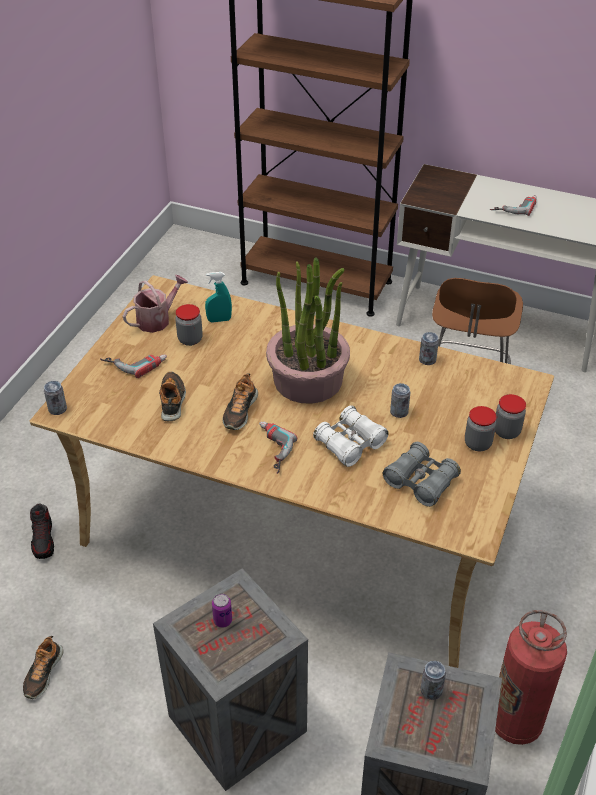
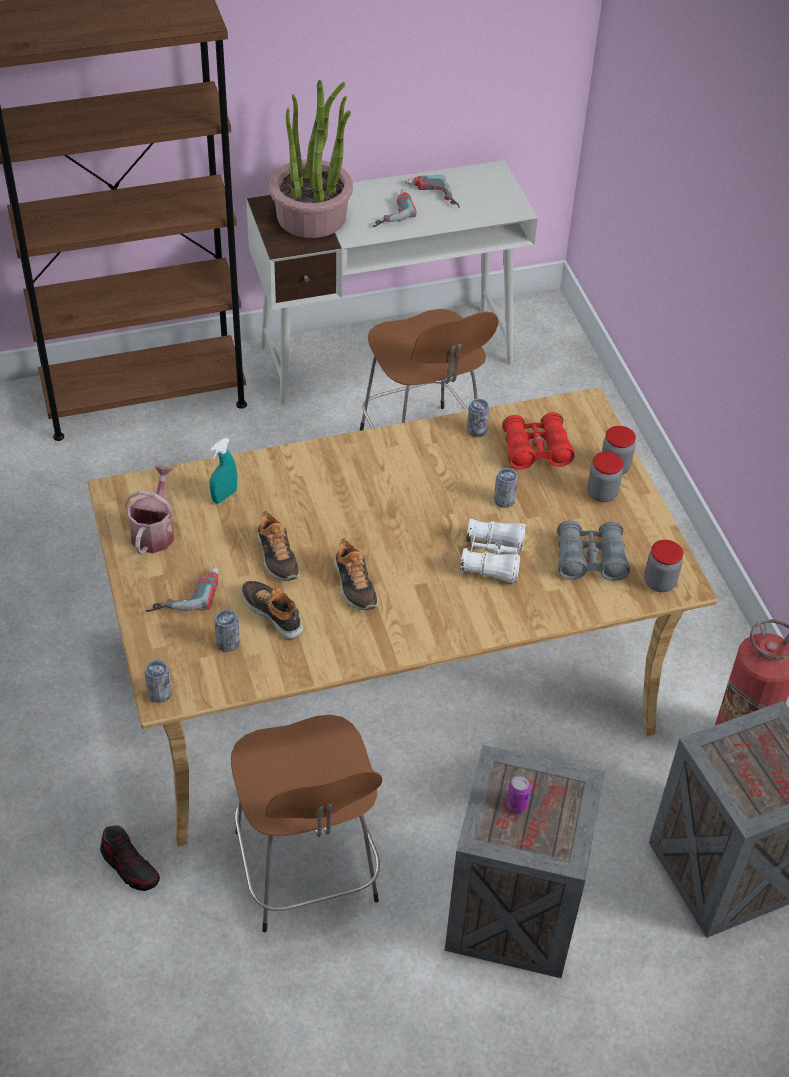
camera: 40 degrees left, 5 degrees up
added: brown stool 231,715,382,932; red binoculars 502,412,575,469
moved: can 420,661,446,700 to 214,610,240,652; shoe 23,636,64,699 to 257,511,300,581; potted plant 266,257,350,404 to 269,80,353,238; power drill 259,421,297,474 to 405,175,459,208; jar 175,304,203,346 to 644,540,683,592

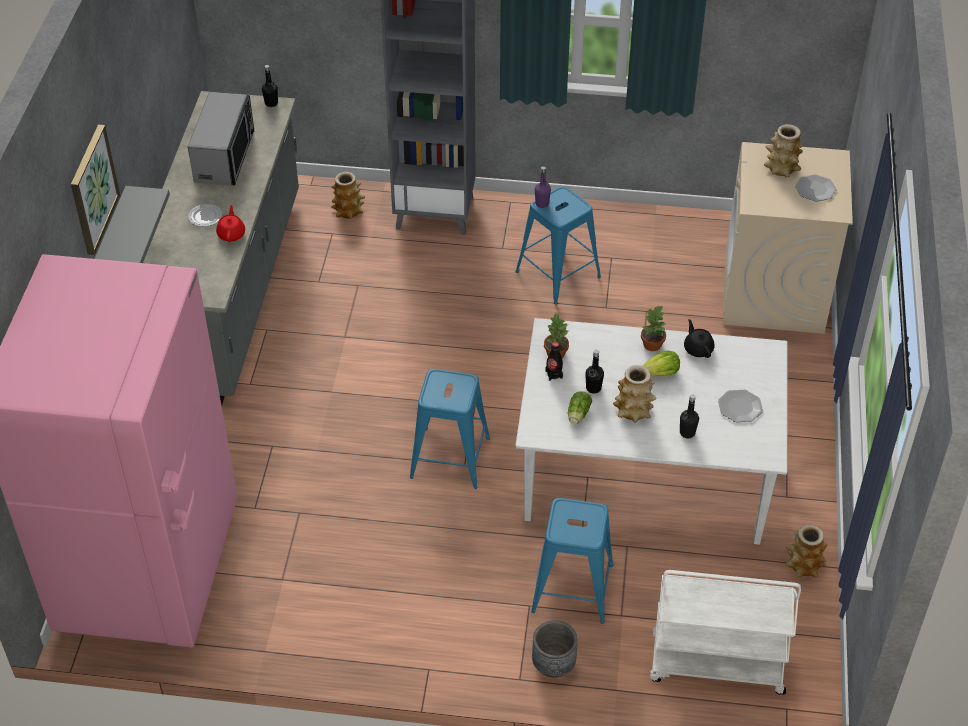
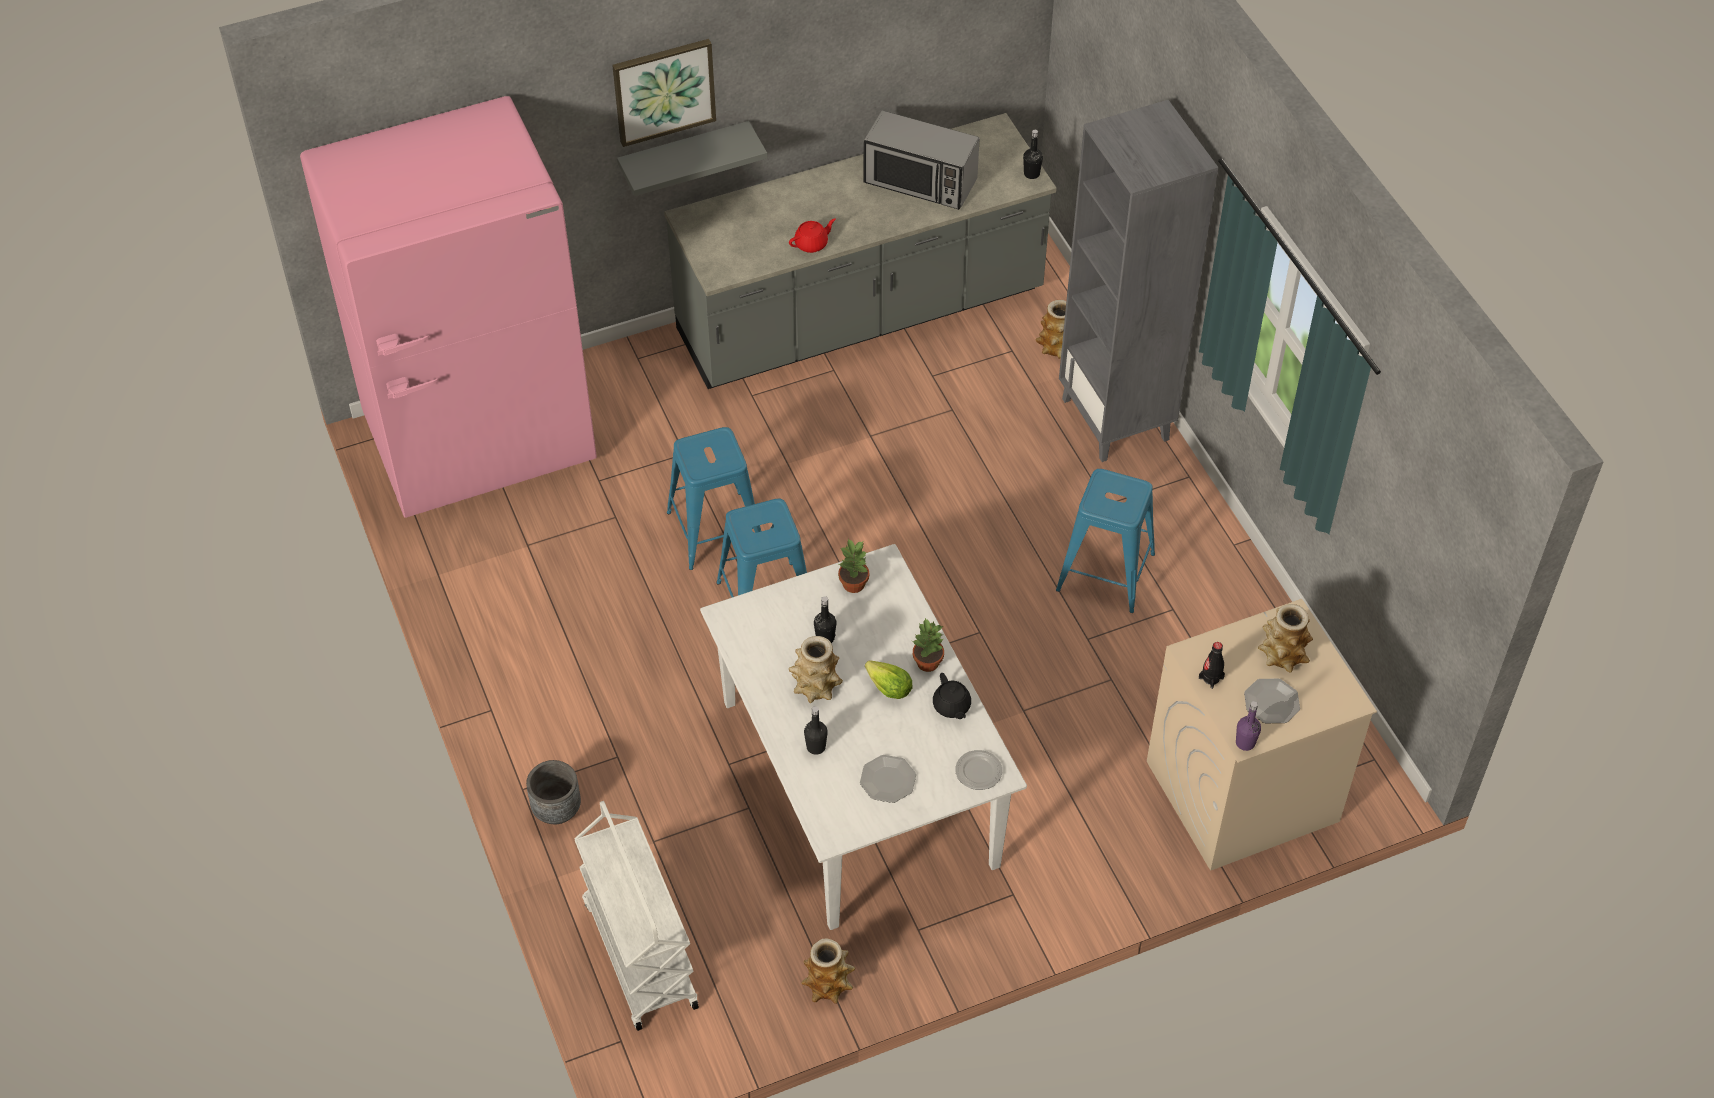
camera: 60 degrees right, 5 degrees up
removed: lettuce 568,391,592,424
moved: blue stool 531,498,613,624 to 667,427,761,570; plate 188,204,222,227 to 955,750,1002,790; black bottle 546,342,563,381 to 1199,642,1225,689; purple bottle 535,166,551,208 to 1236,701,1261,751
turned: microwave 188,92,254,186 = 864,111,980,210 45 degrees clockwise; black teapot 684,319,715,358 = 933,673,971,719 120 degrees clockwise

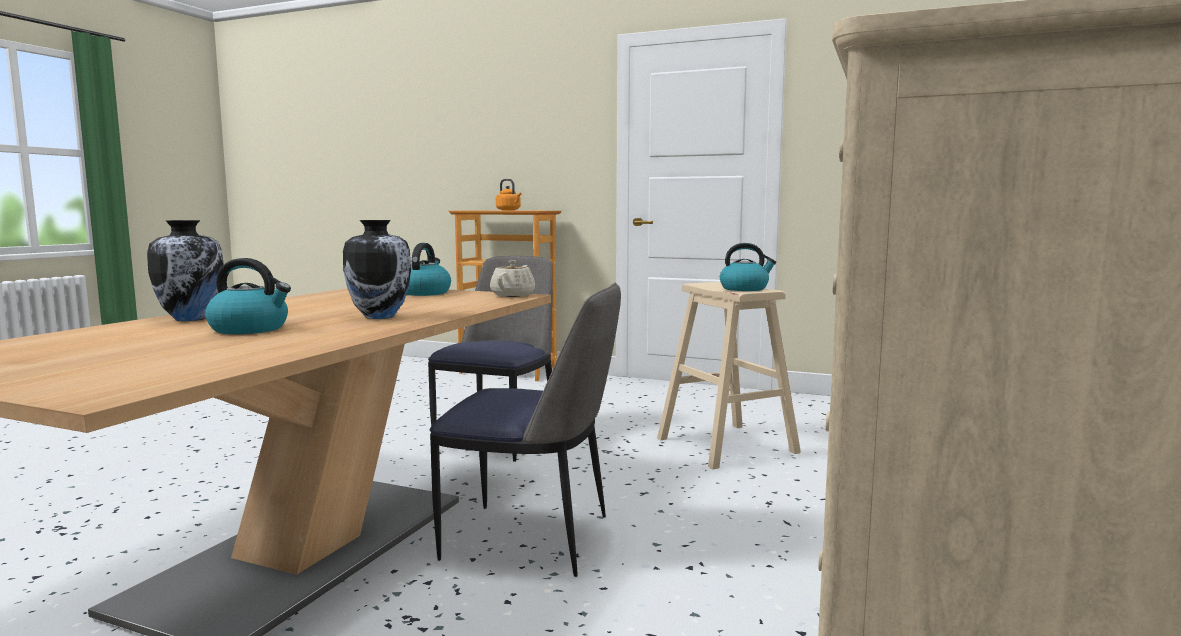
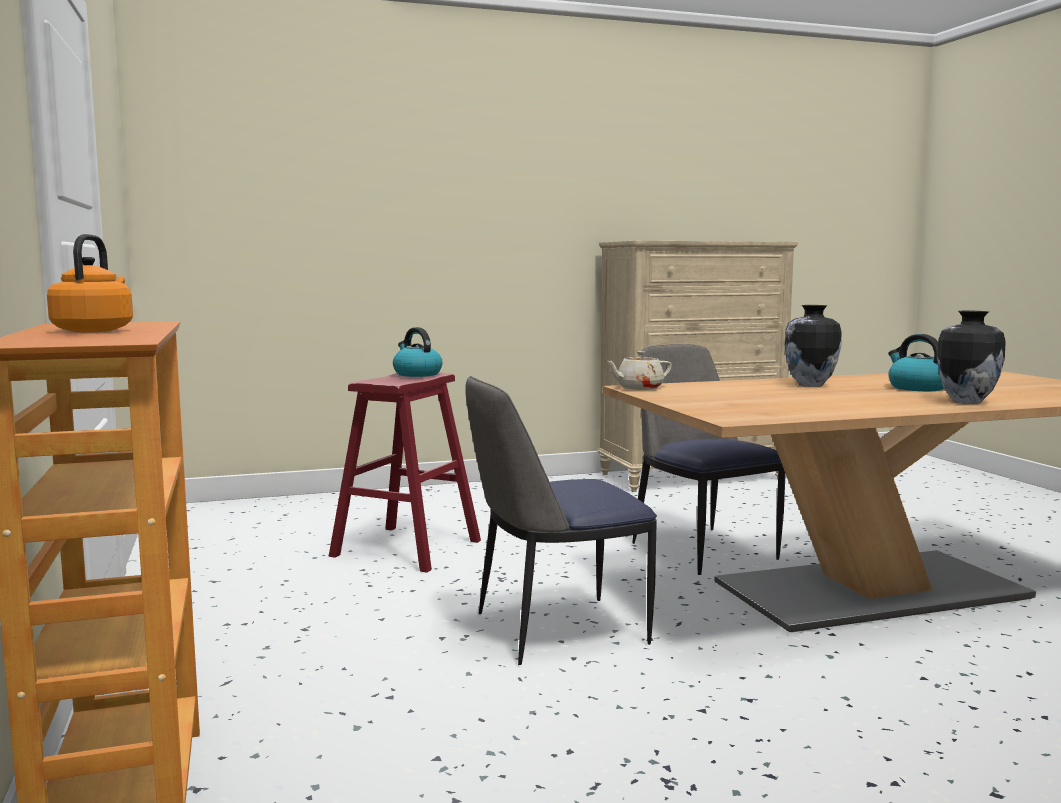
camera: 130 degrees left, 0 degrees up
removed: kettle 406,243,451,296
recoloured: beige stool 657,282,801,469 to red stool 329,372,481,573

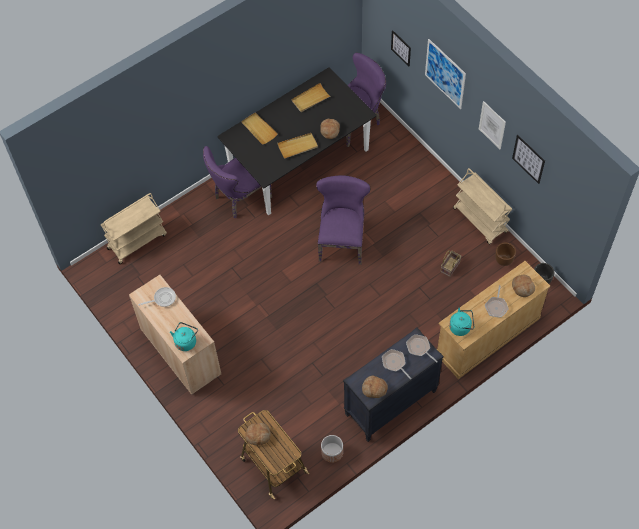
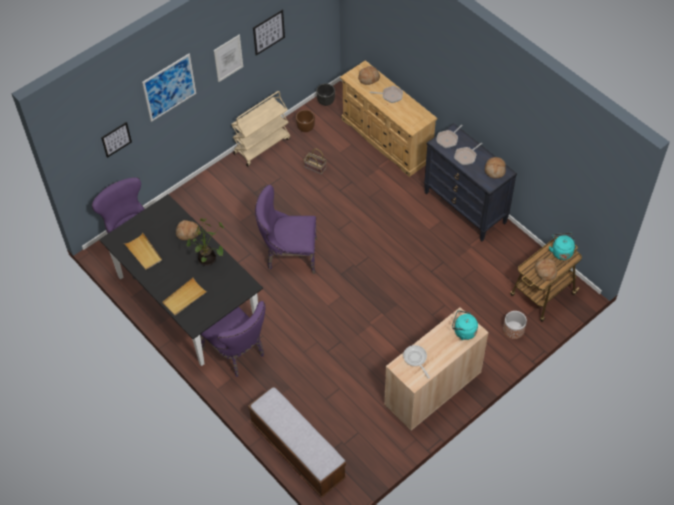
camera: 95 degrees left, 5 degrees down
moved: planter 321,435,343,463 to 503,311,527,339; turquoise kettle 449,308,474,336 to 549,233,575,260
replaced: beige tray 277,133,318,158 to potted plant 187,218,224,266; beige cart 101,193,167,264 to bench 248,387,346,498

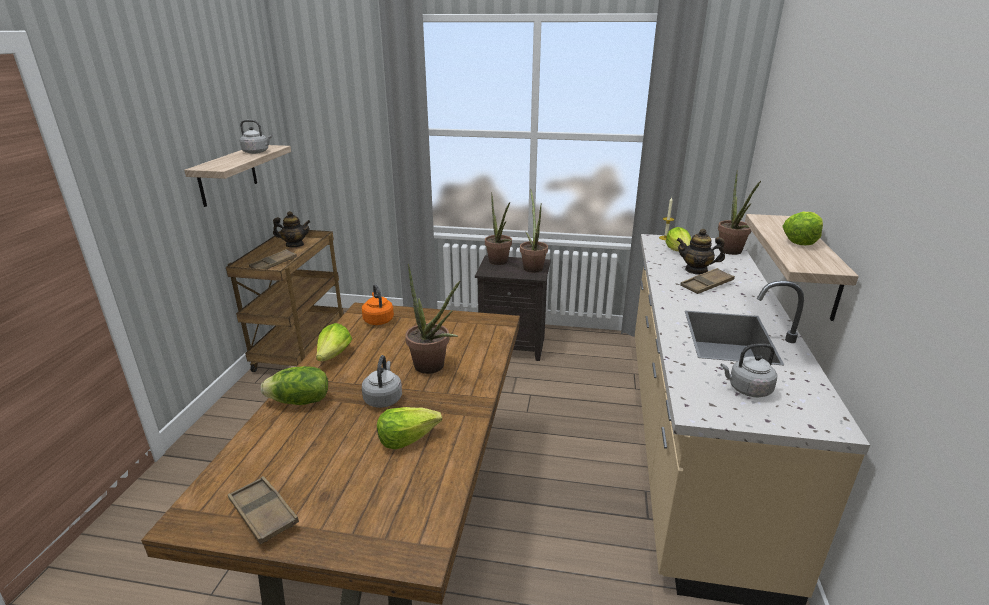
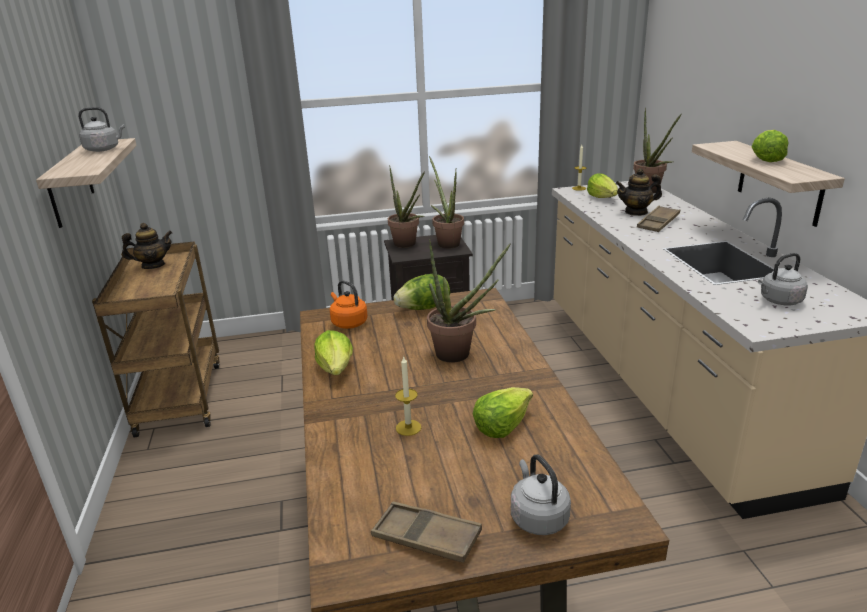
camera: 20 degrees left, 0 degrees up
removed: brown tray 249,249,297,269
added: candle 395,357,421,436
moved: lettuce 261,366,328,405 to 393,274,450,310; grey kettle 362,355,402,408 to 511,454,571,535

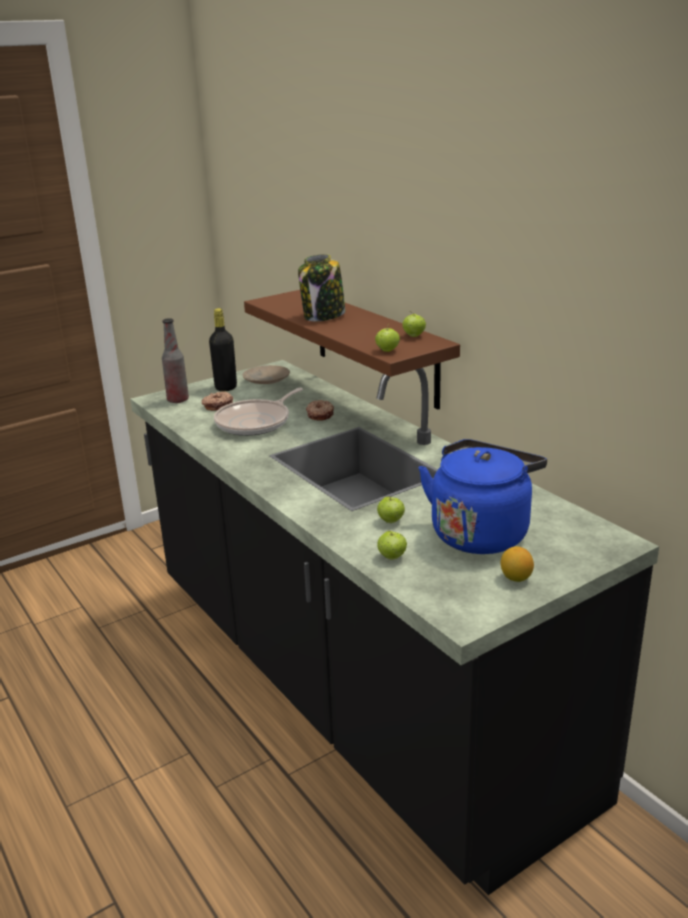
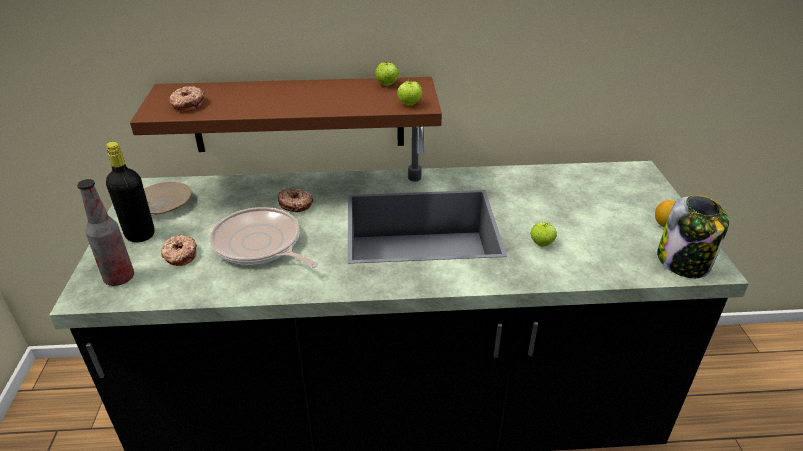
camera: 60 degrees left, 10 degrees up
removed: apple 377,531,407,560; blue kettle 418,439,547,554
added: donut 169,86,205,112
moved: jar 298,254,345,321 to 657,195,729,278
turned: frying pan 214,388,303,436 = 210,207,318,268 150 degrees clockwise

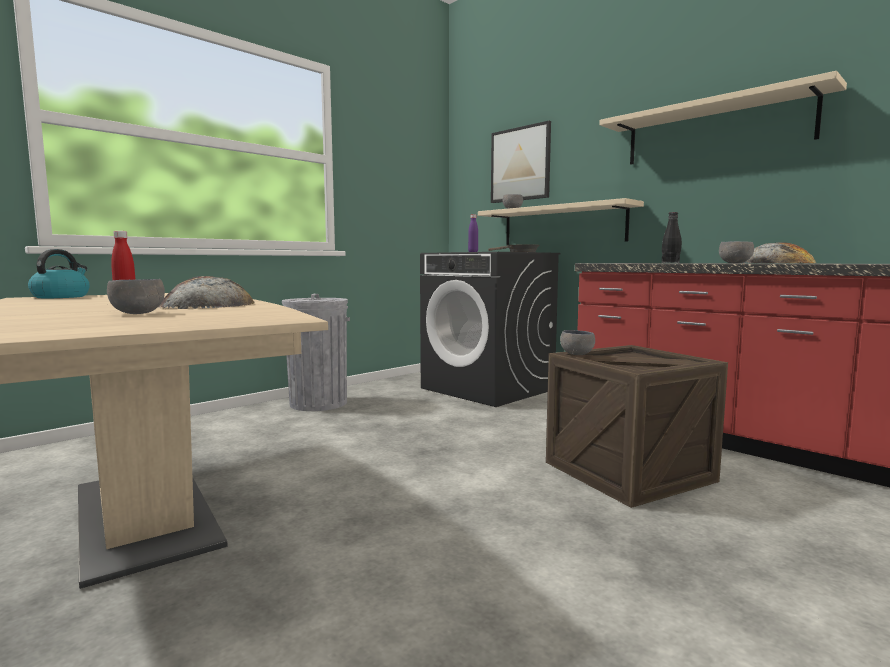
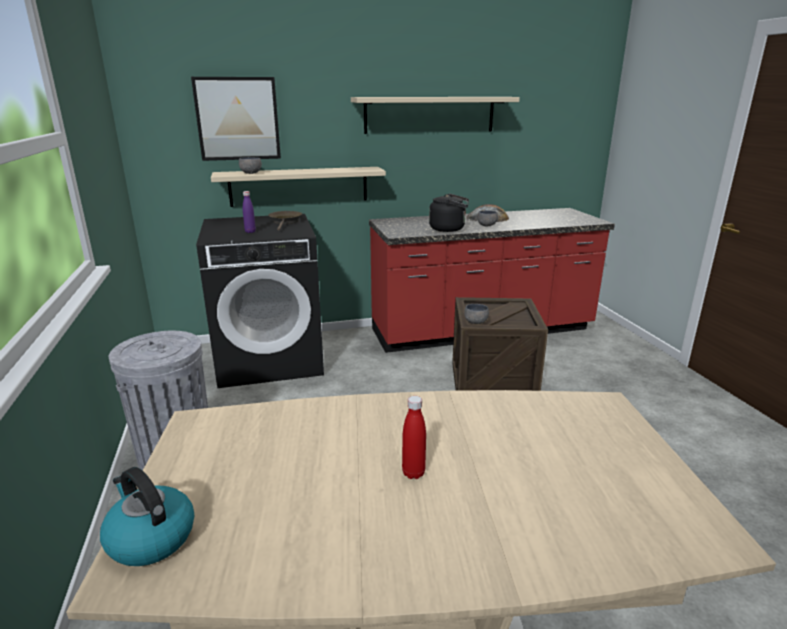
camera: 60 degrees left, 15 degrees up
removed: grey bowl 107,279,165,314; bread 158,276,255,309
replaced: black bottle 662,212,682,263 to black kettle 429,194,469,232

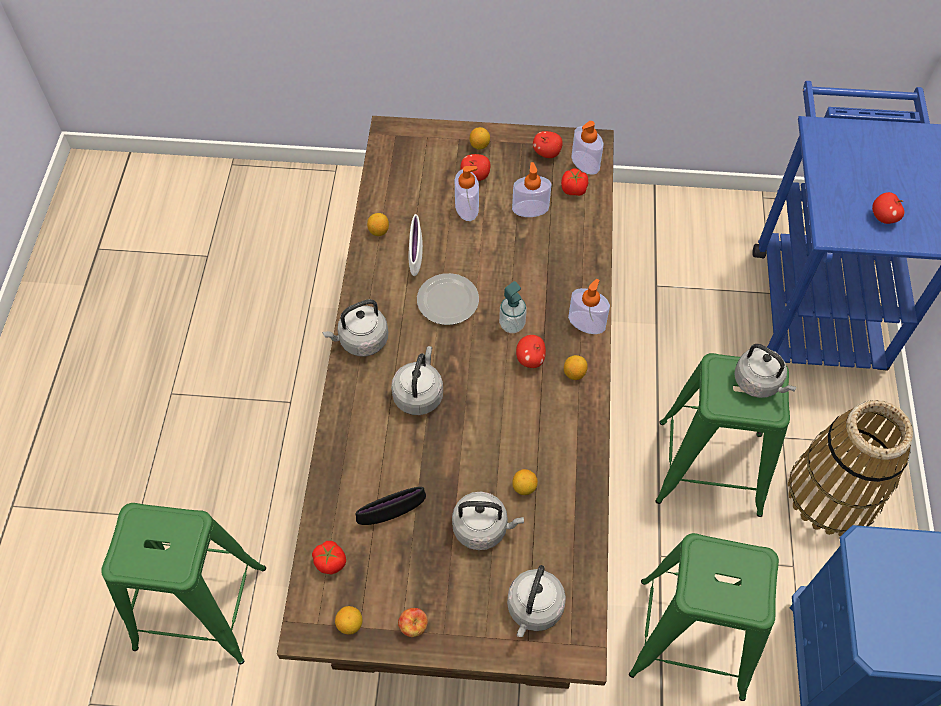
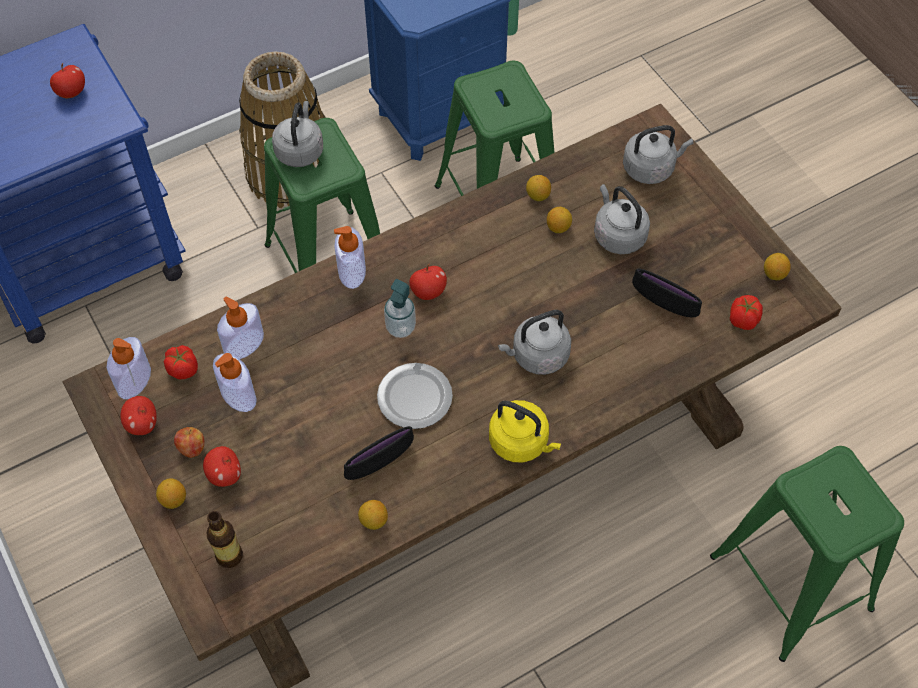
camera: 125 degrees left, 0 degrees up
added: bottle 206,511,243,568
moved: apple 398,608,428,637 to 174,427,205,458; soap dispenser 455,166,479,221 to 217,296,264,359; lemon 564,355,588,380 to 526,175,551,201
recoloured: white bowl 409,214,423,276 to black bowl 344,426,414,480; grey kettle 322,299,388,356 to yellow kettle 489,400,561,462

